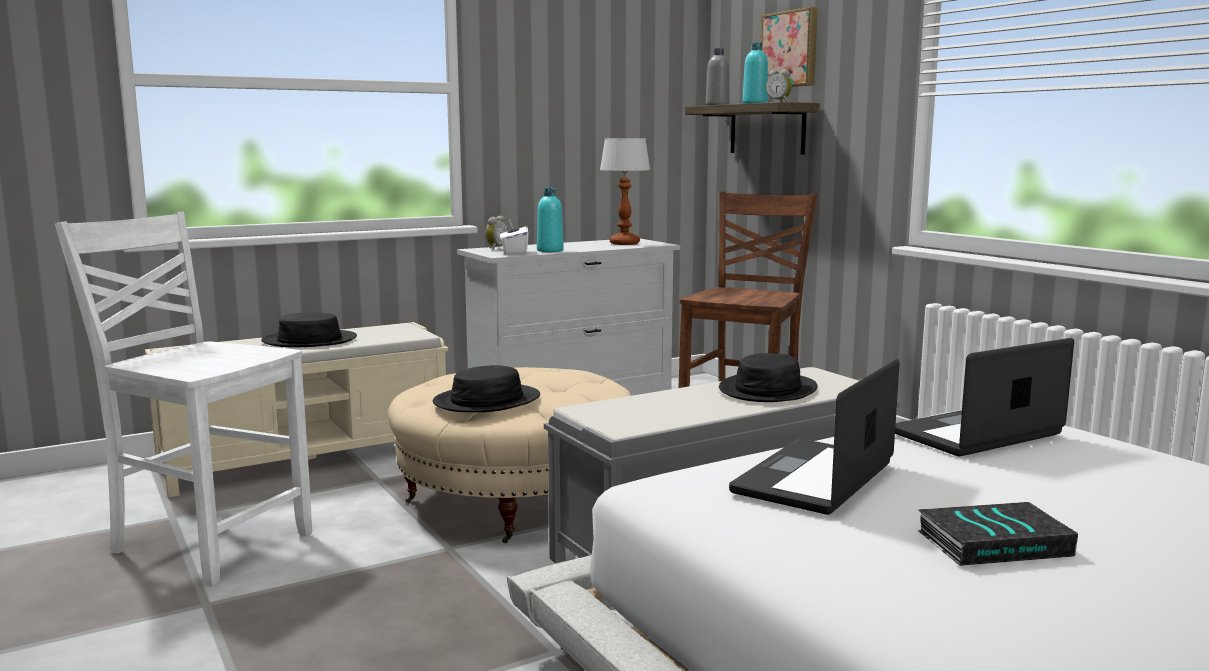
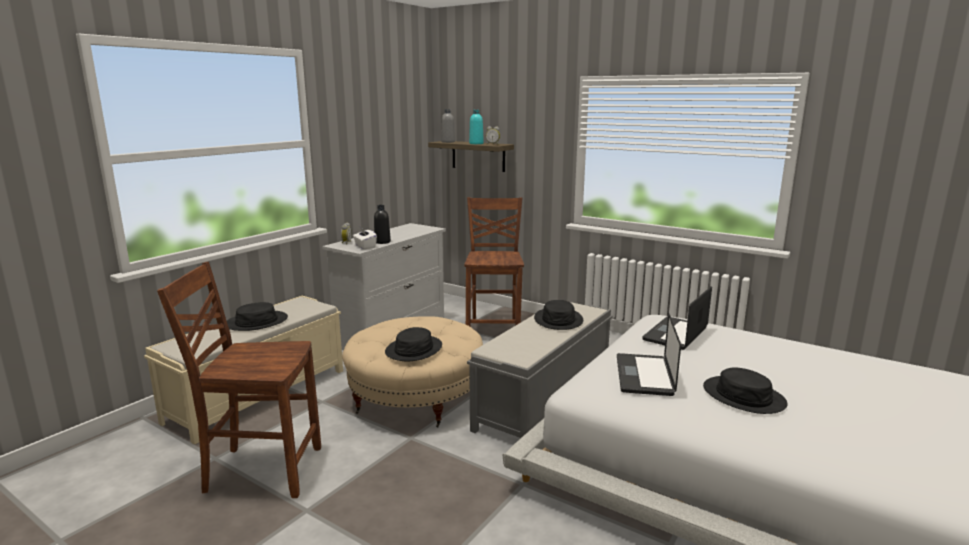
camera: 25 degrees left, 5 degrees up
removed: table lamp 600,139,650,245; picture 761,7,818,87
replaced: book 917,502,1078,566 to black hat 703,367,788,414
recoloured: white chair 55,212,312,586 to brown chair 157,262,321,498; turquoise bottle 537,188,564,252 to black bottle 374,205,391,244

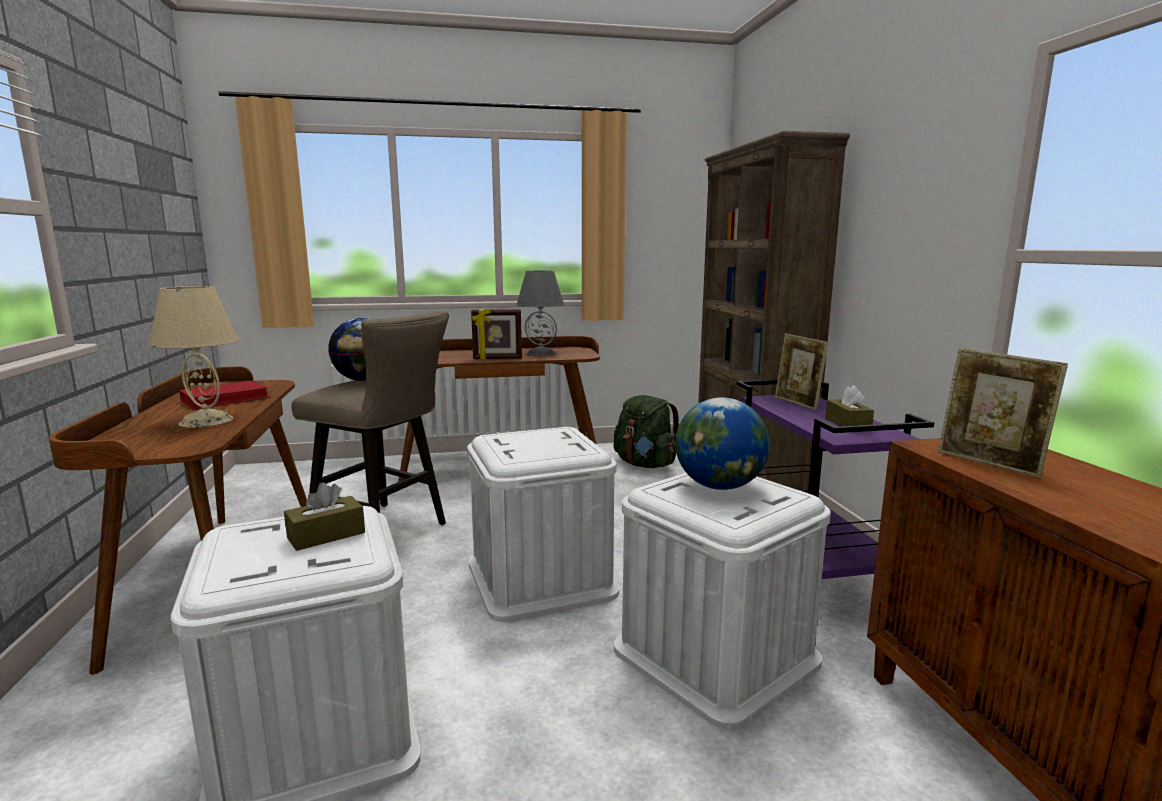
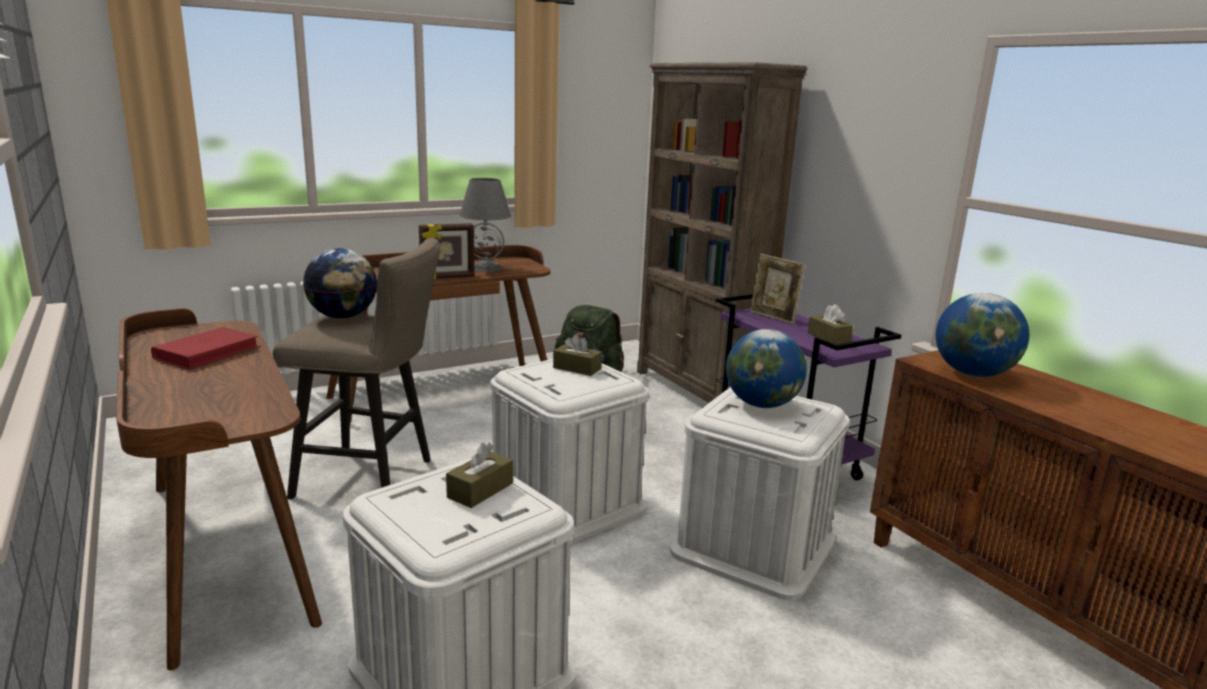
camera: 20 degrees left, 5 degrees up
removed: beige table lamp 149,286,239,428
added: brown tissue box 553,334,602,376
replaced: picture frame 938,348,1068,478 to globe 936,293,1029,377

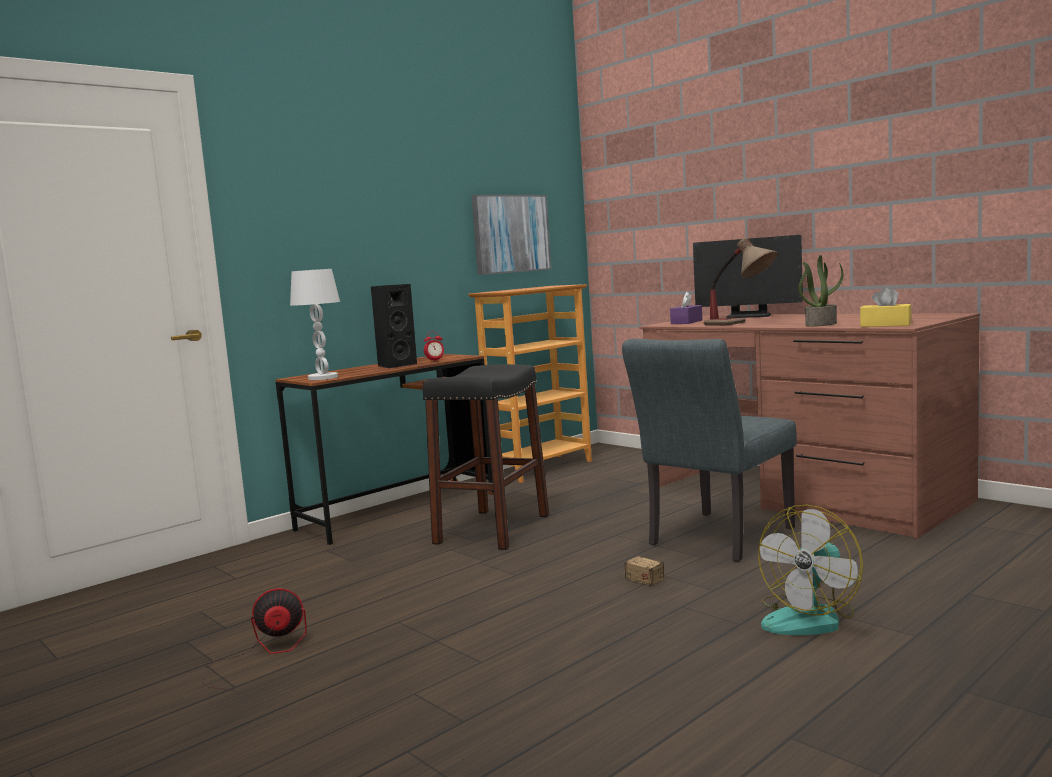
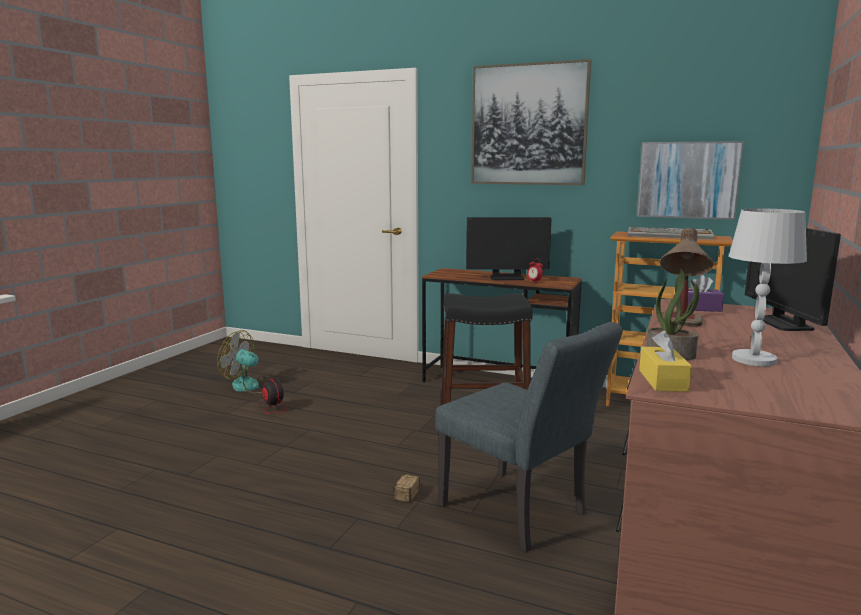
camera: 65 degrees right, 5 degrees up
added: picture 471,59,591,185; keyboard 628,227,714,240
moved: fan 758,505,863,635 to 217,330,280,394; white table lamp 290,269,340,380 to 729,208,807,366
replaced: black speaker 371,284,417,368 to monitor 466,217,551,280
turned: grey chair 622,339,797,562 = 435,322,623,552 150 degrees counterclockwise

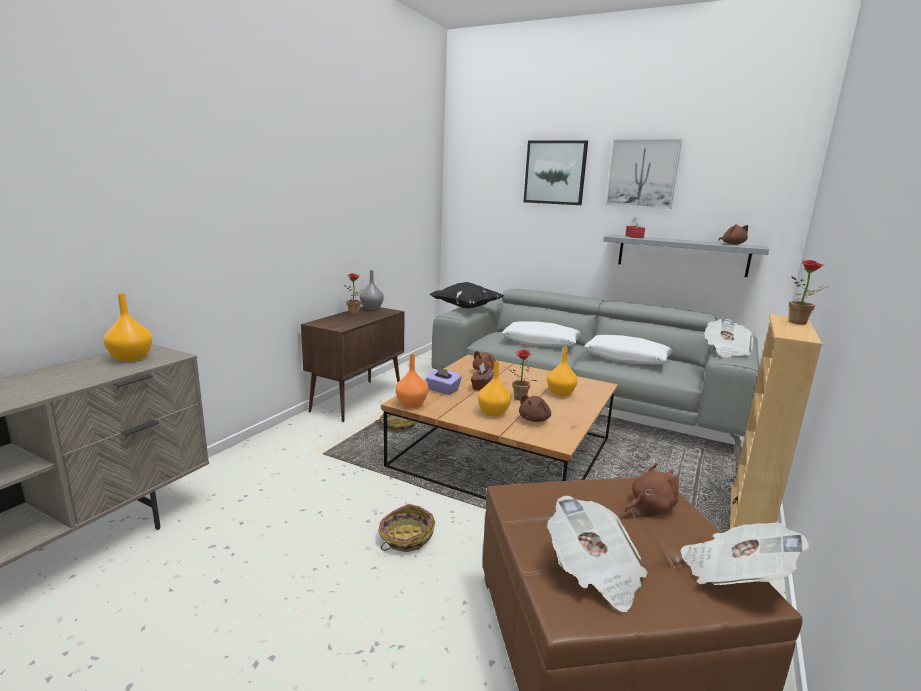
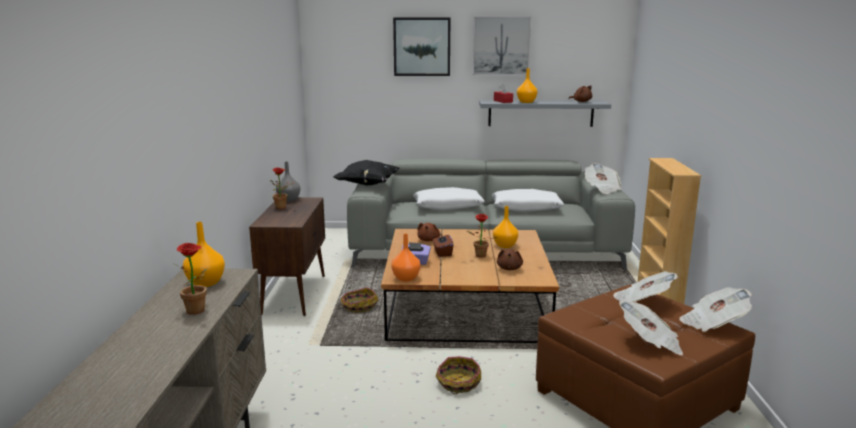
camera: 25 degrees left, 0 degrees up
moved: potted plant 789,260,830,324 to 174,243,207,315; orange vase 478,361,511,417 to 517,68,538,103
replaced: brown plush toy 625,463,679,513 to newspaper 613,271,678,303

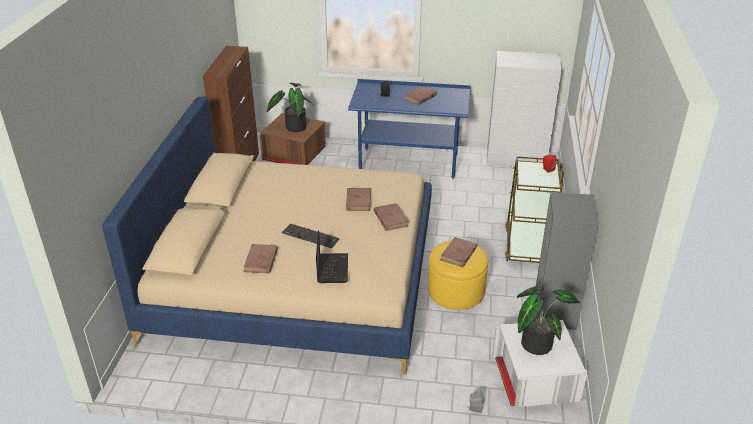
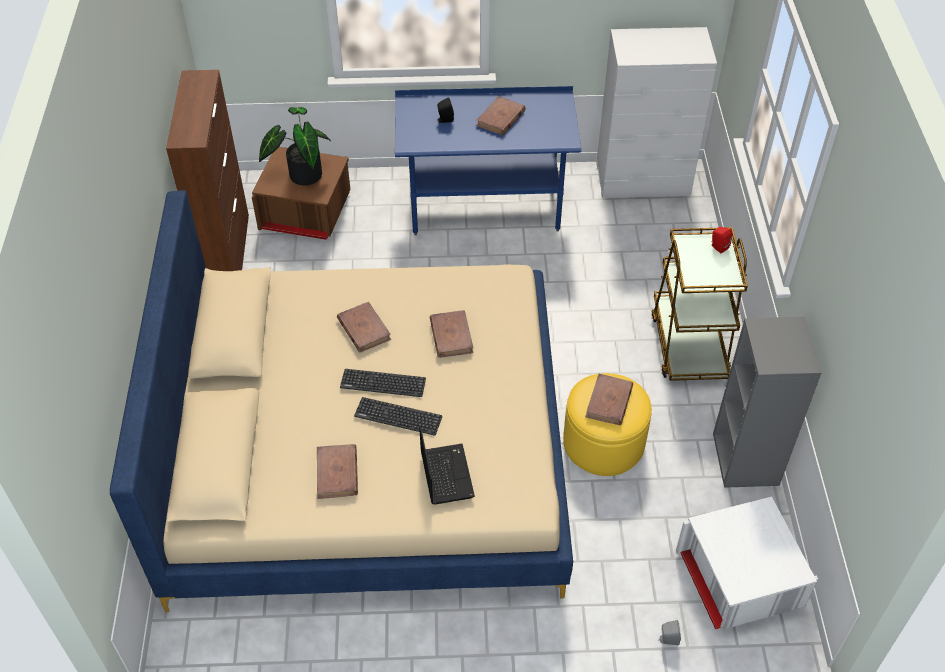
camera: 10 degrees left, 15 degrees up
removed: potted plant 517,286,580,355
added: keyboard 340,369,426,397
moved: brown book 374,203,409,231 to 337,302,391,353

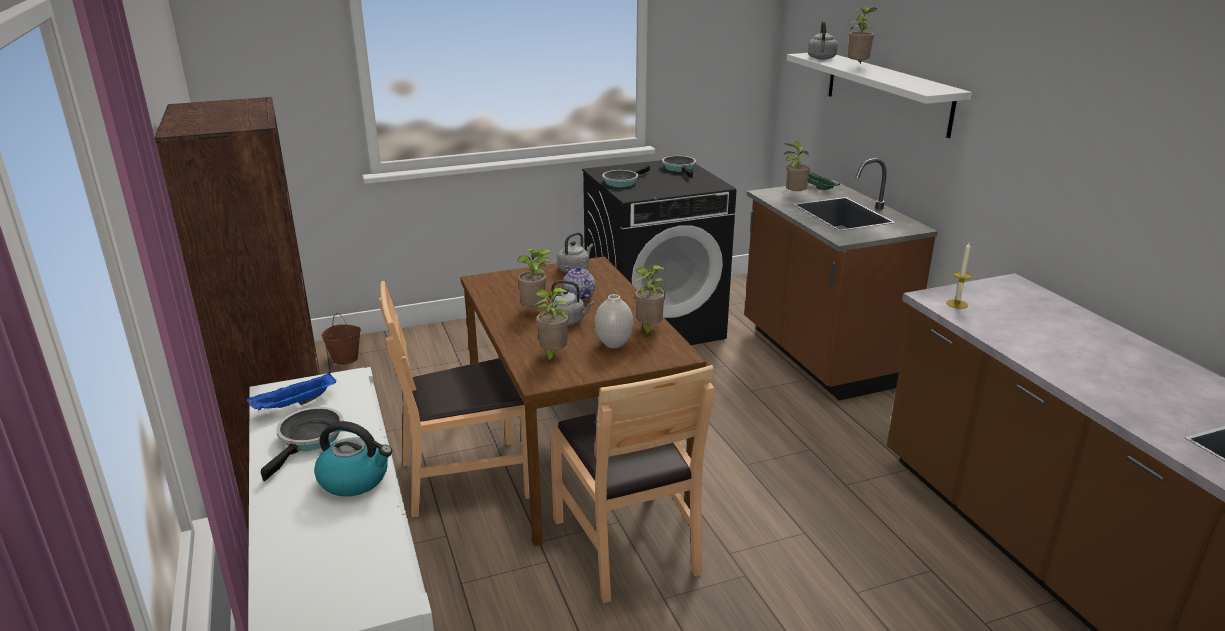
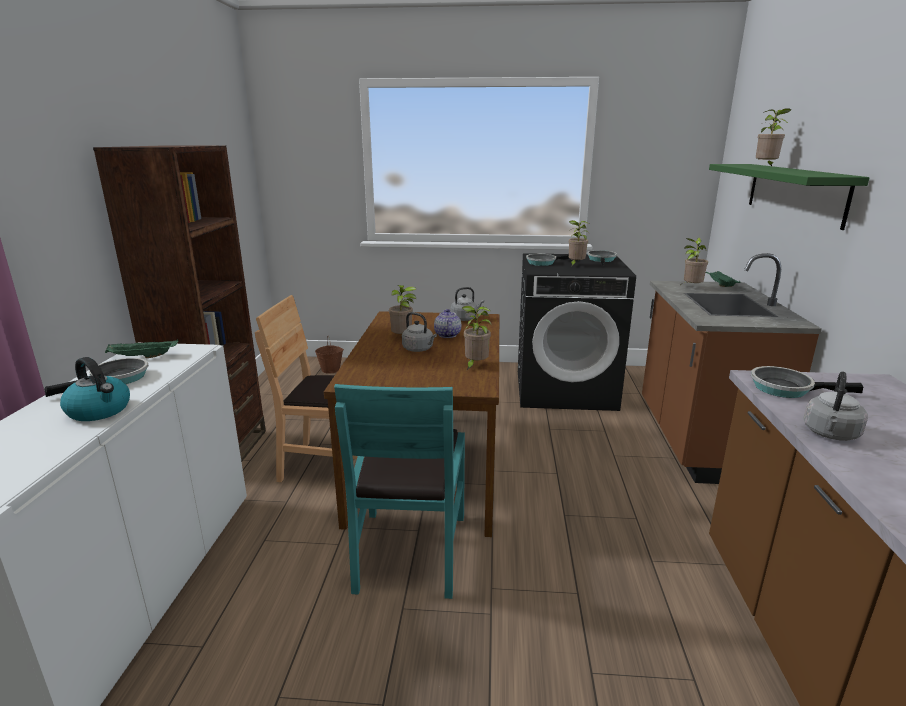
camera: 25 degrees right, 5 degrees down
removed: white vase 595,294,634,348
moved: potted plant 534,287,569,363 to 569,220,589,267; grey kettle 808,21,838,59 to 803,371,868,441
replaced: candle 946,243,972,309 to frying pan 751,366,863,398
recoloured: blue tray 247,372,336,410 to green tray 105,339,178,358; brown chair 550,365,714,603 to turquoise chair 334,384,465,599; white shelf 787,53,972,138 to green shelf 709,164,870,230

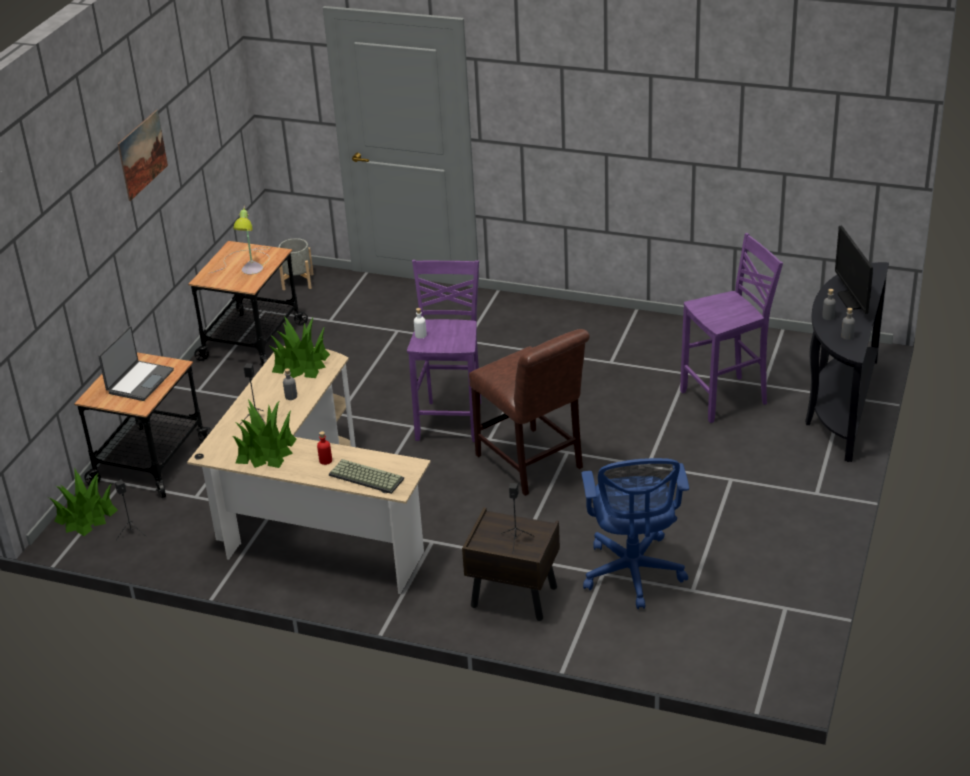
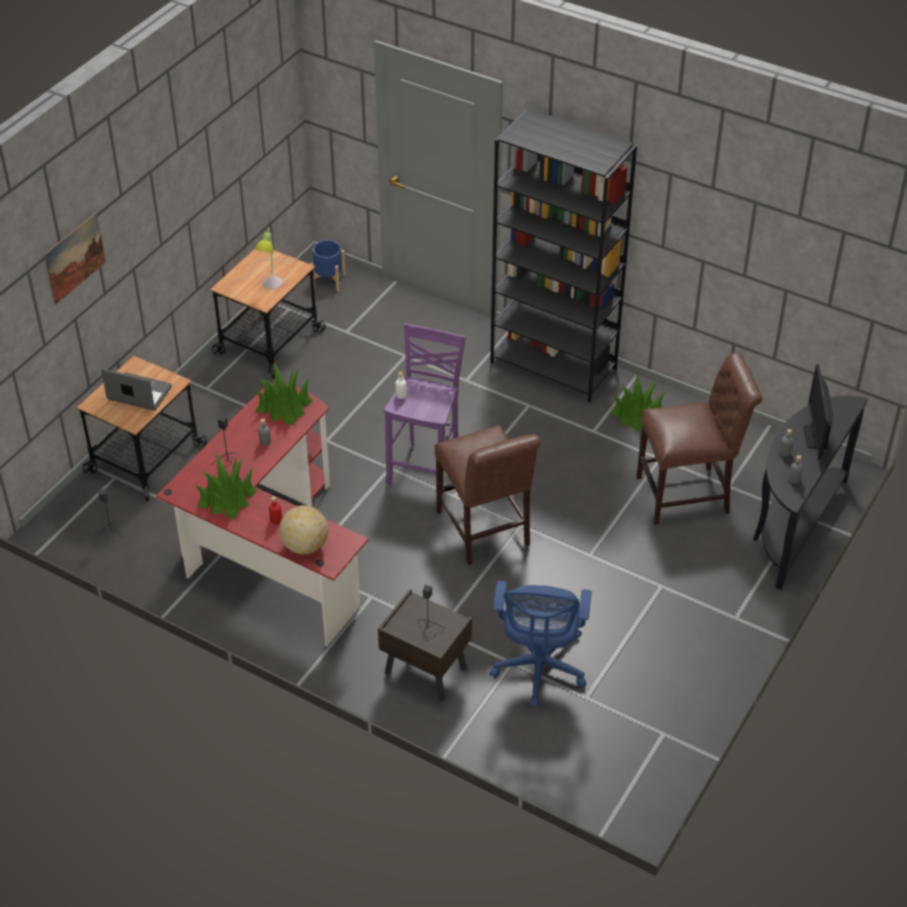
camera: 10 degrees right, 10 degrees up
added: black bookcase 490,109,637,402
moved: picture 118,110,168,201 to 44,212,106,305; potted plant 50,467,118,536 to 611,372,666,432
replaced: keyboard 329,459,404,494 to globe 279,505,328,554; purple stool 680,233,783,423 to brown chair 636,352,762,525
recoloured: beige desk 187,346,431,594 to red desk 156,382,369,646; grey planter 278,238,314,290 to blue planter 310,240,346,291
turned: laptop 98,326,174,401 = 101,368,172,411 105 degrees counterclockwise

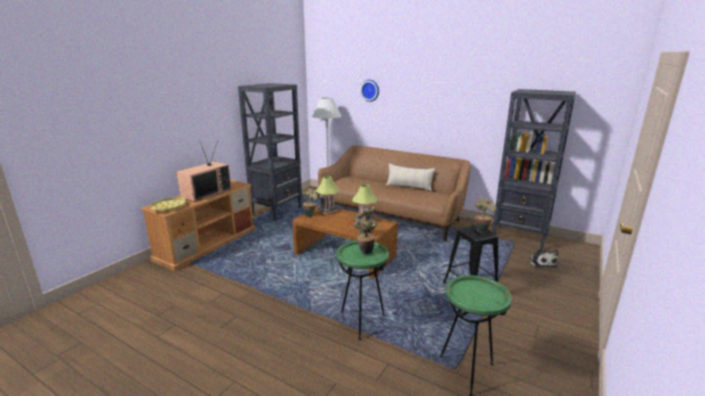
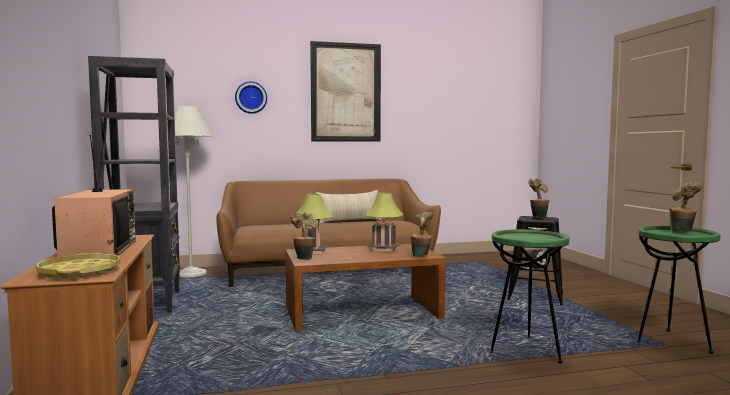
camera: 45 degrees left, 15 degrees down
removed: black bookcase 492,89,576,250
added: picture 310,41,381,142
moved: potted plant 354,219,377,254 to 669,182,702,232

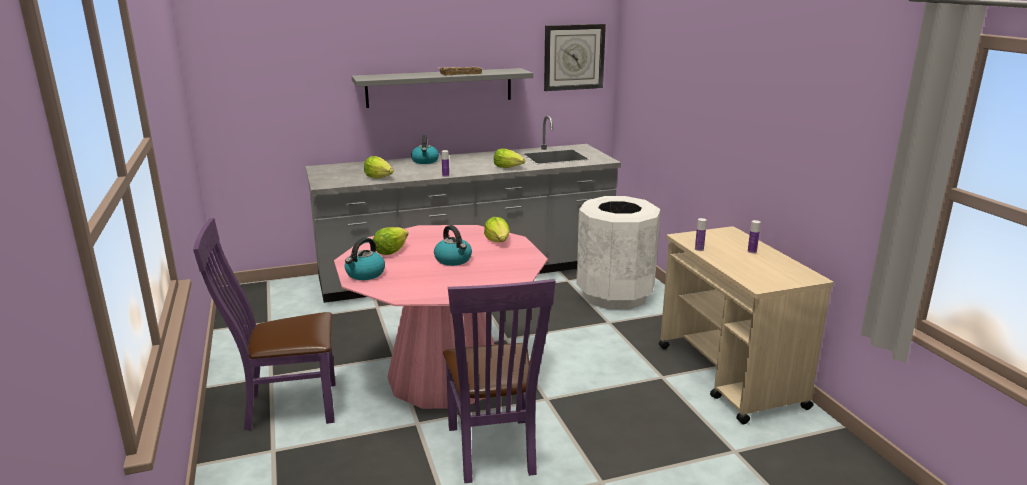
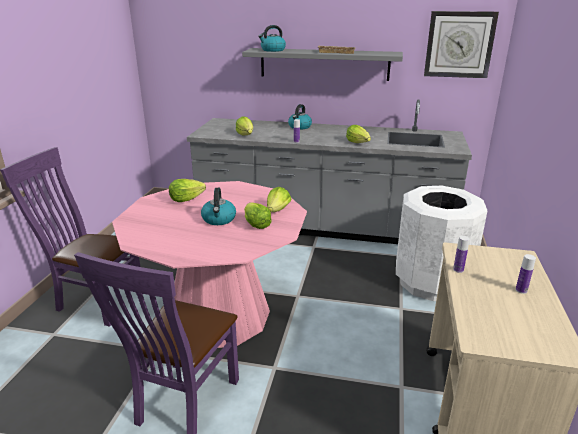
camera: 30 degrees right, 5 degrees up
added: lettuce 244,202,272,229
moved: kettle 345,237,385,280 to 258,25,286,52

